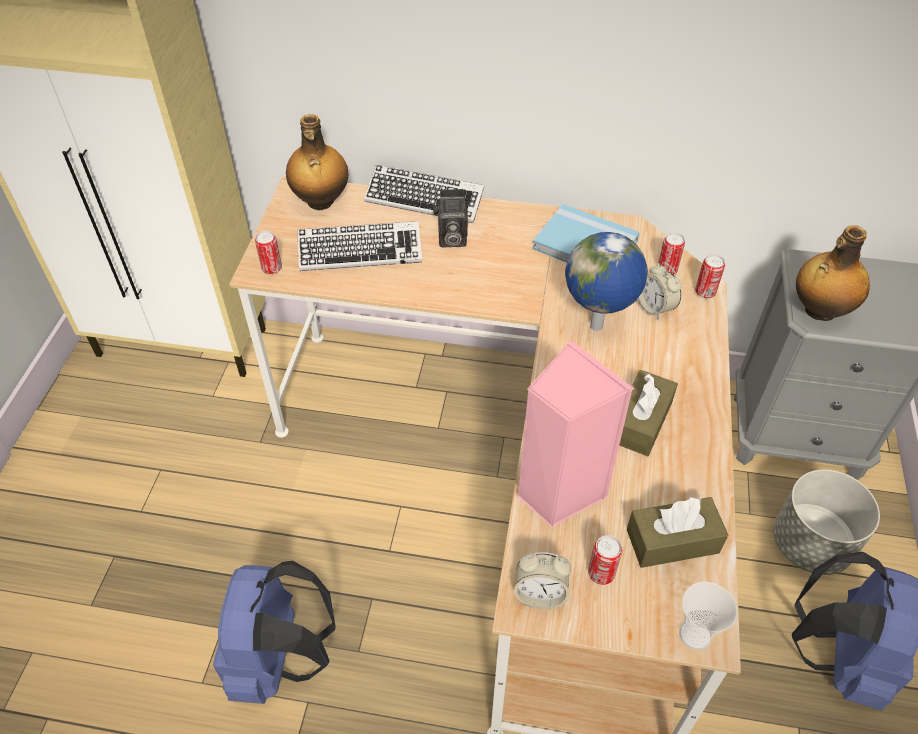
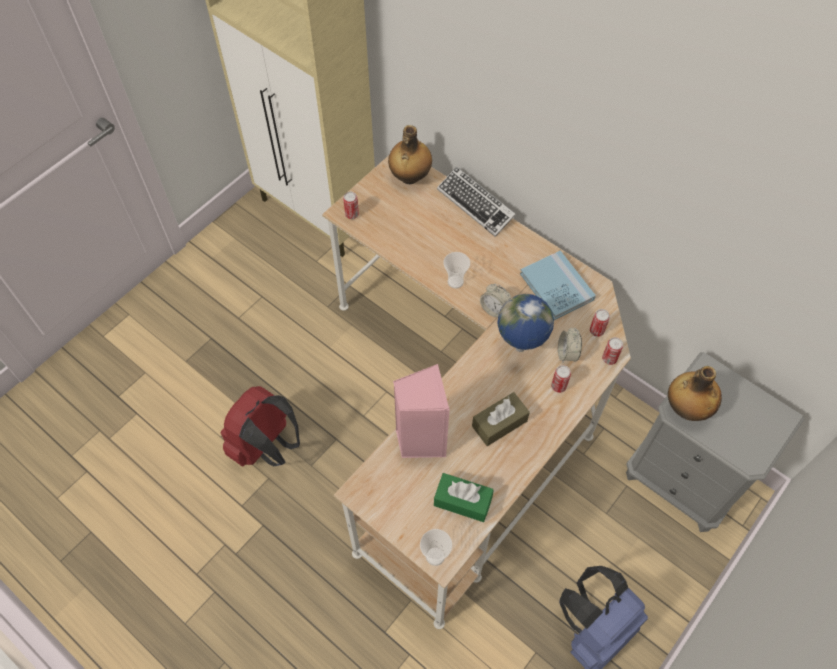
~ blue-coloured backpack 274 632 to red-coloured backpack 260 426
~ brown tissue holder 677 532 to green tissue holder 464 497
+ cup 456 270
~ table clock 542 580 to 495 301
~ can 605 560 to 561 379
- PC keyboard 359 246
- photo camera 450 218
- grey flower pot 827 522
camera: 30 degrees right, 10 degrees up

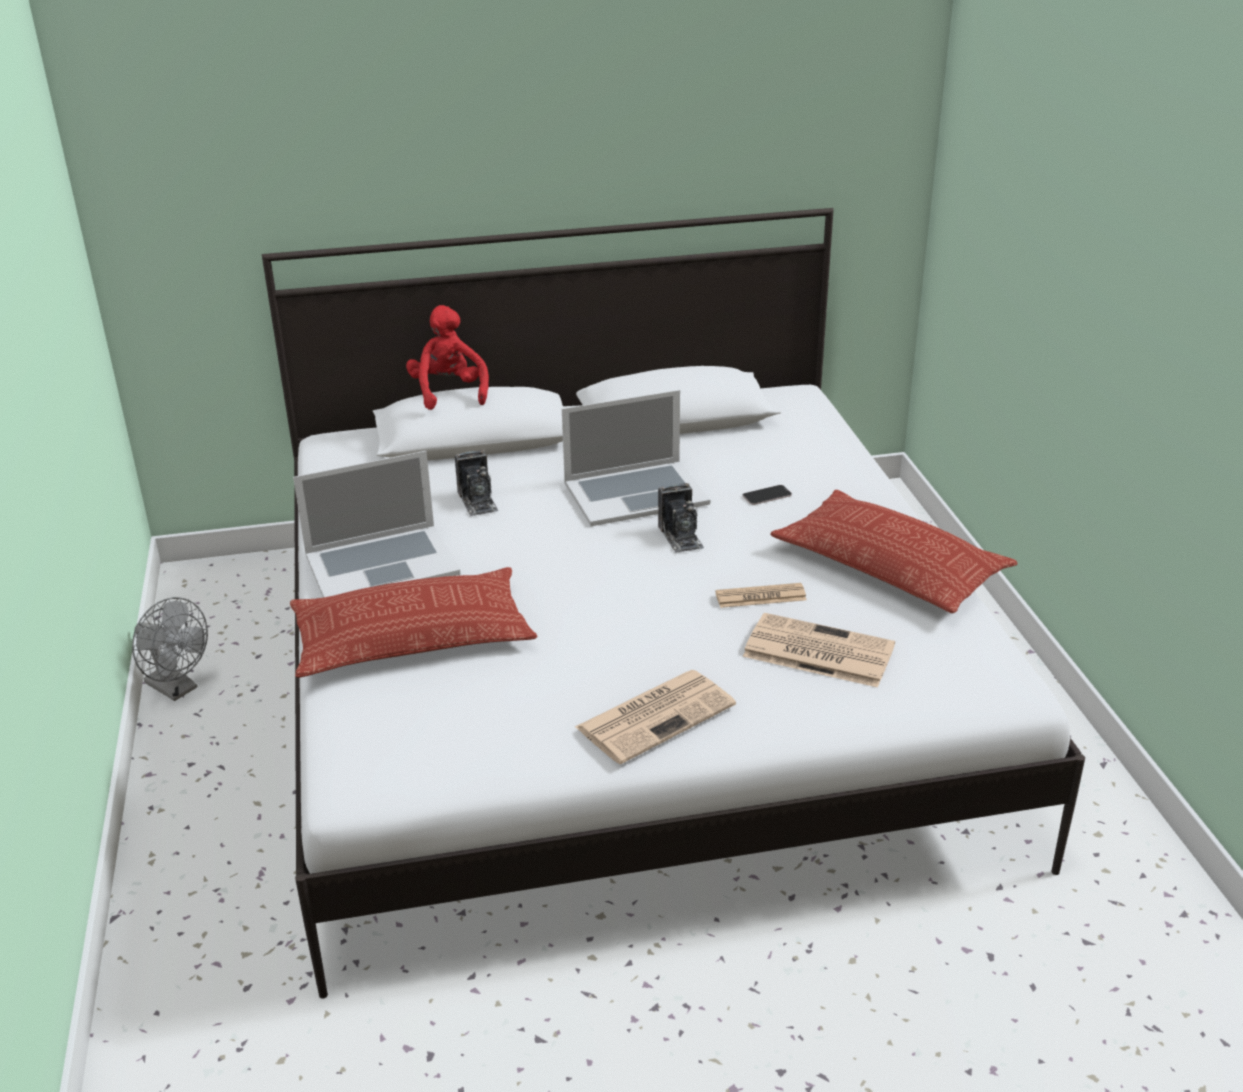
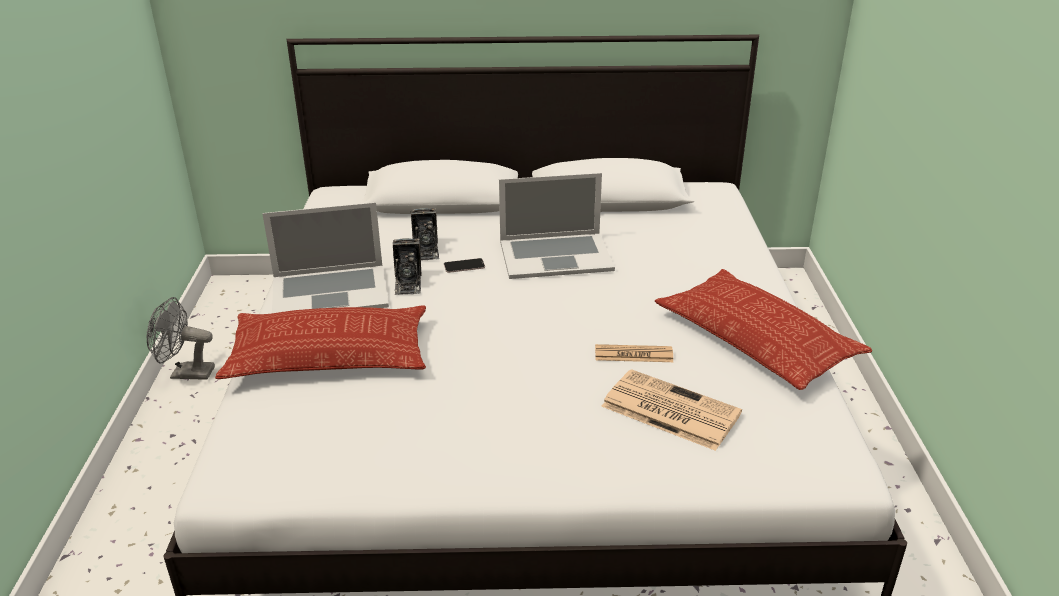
~ grey electric fan 170 649 = 181 338 135 degrees clockwise
~ photo camera 681 518 to 407 266
~ phone 767 495 to 464 265
- red-coloured plush toy 447 357
- printed paper 655 717
camera: 10 degrees right, 0 degrees up

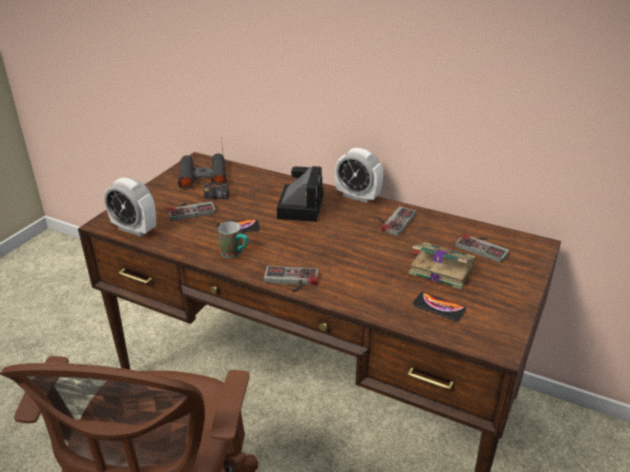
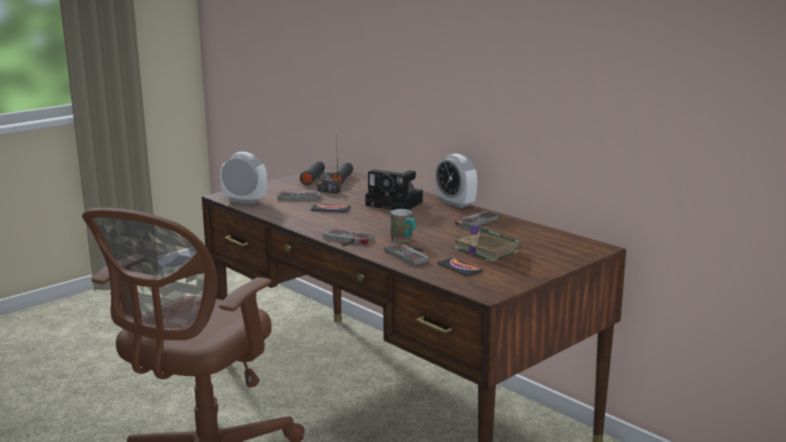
~ table clock 130 207 = 243 178 150 degrees clockwise
~ photo camera 300 194 = 394 189 90 degrees clockwise
~ joypad 482 248 to 407 254
~ mug 233 239 to 403 225
camera: 20 degrees right, 15 degrees down

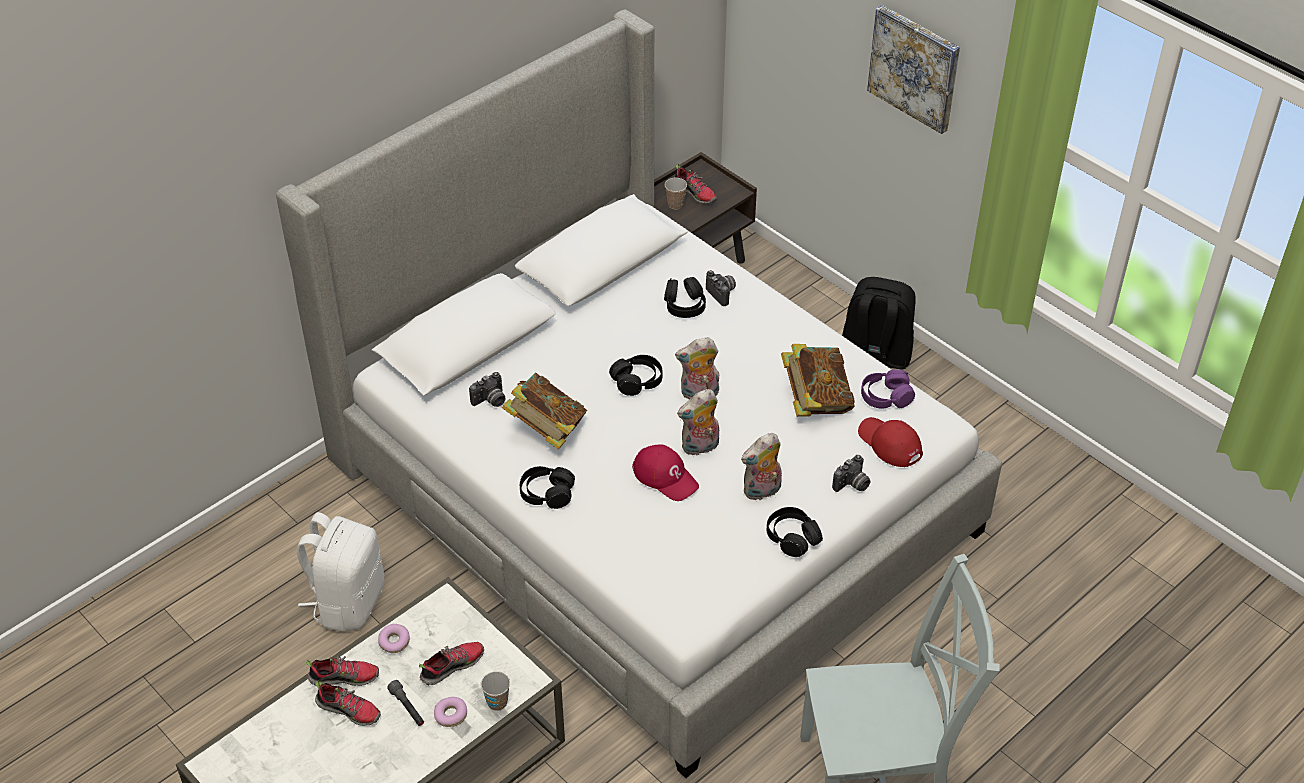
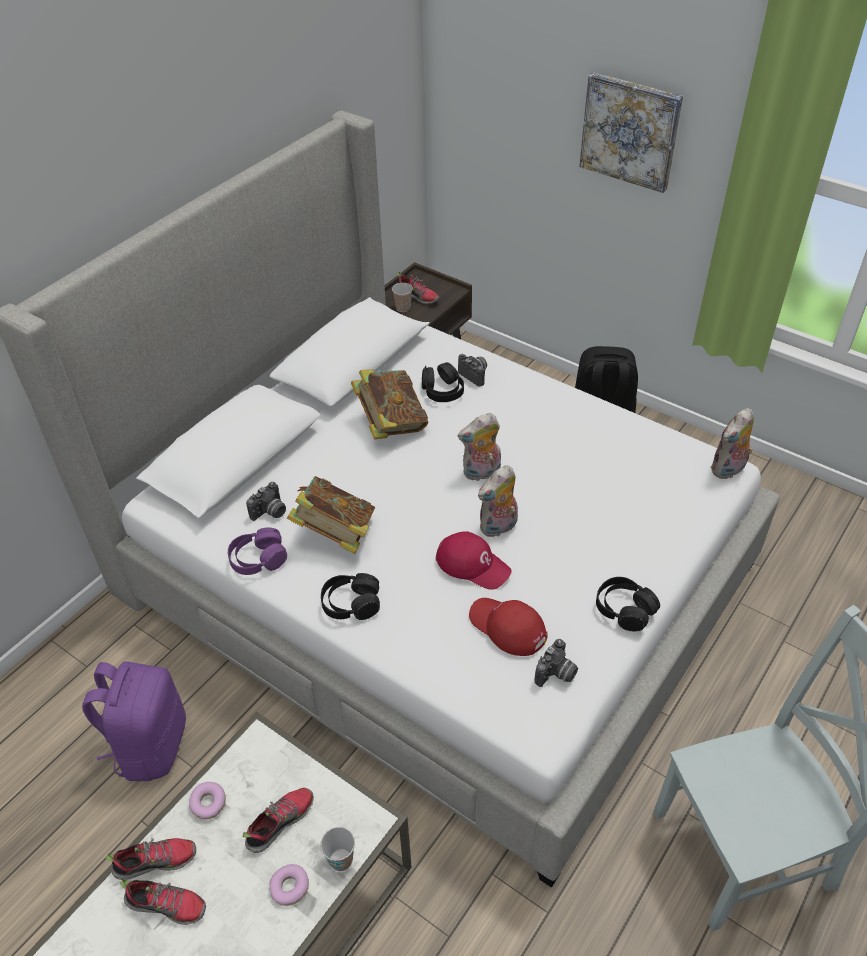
~ whitish backpack 340 571 to purplish backpack 134 721
~ purplish pair of headphones 888 389 to 257 551
~ bound book 818 380 to 389 404
~ red-coloured peaked cap 890 442 to 508 627
~ photo camera 851 473 to 556 663
~ plush toy 761 466 to 732 443
- grey torch 405 703
- blackish pair of headphones 636 375
camera: 10 degrees left, 0 degrees up

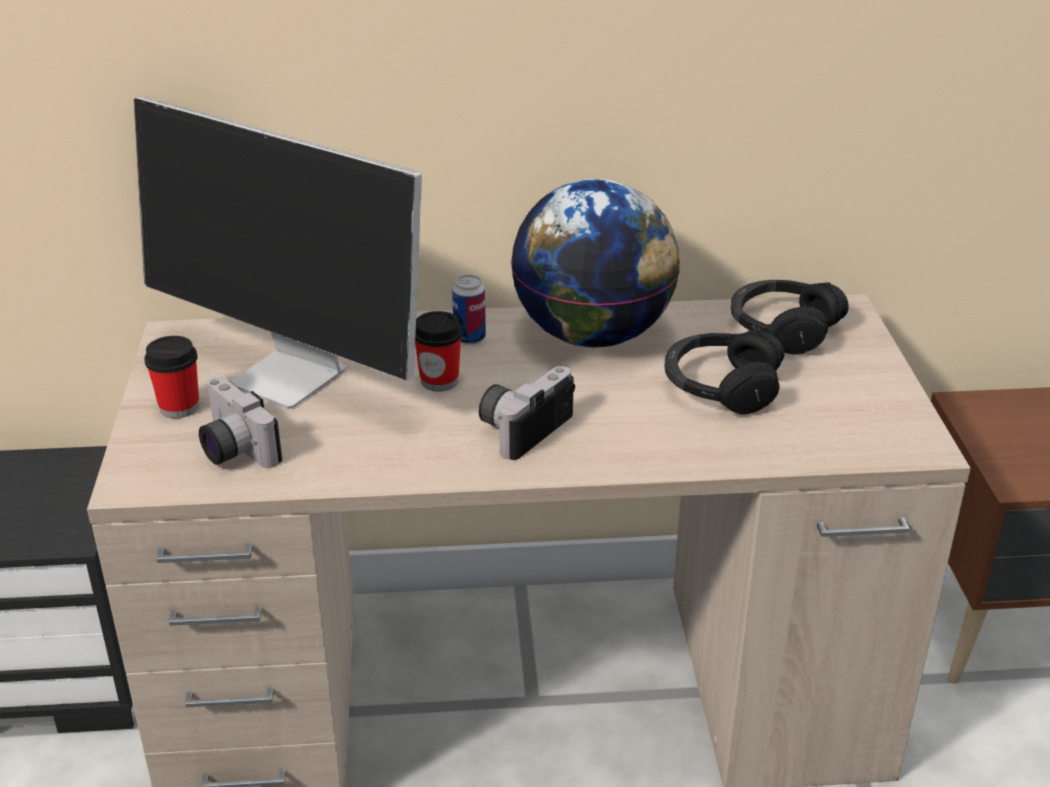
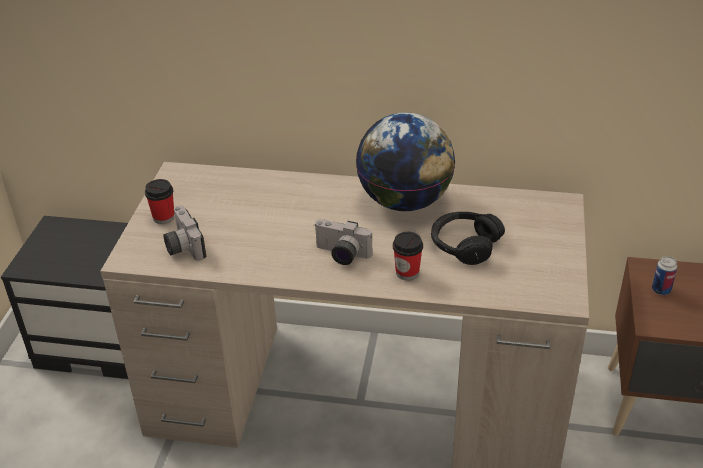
~ photo camera 527 413 = 343 242 120 degrees counterclockwise
~ cup 438 351 to 408 256
~ can 469 310 to 664 275
- monitor 278 253
- blackish pair of headphones 789 317
camera: 15 degrees right, 5 degrees up

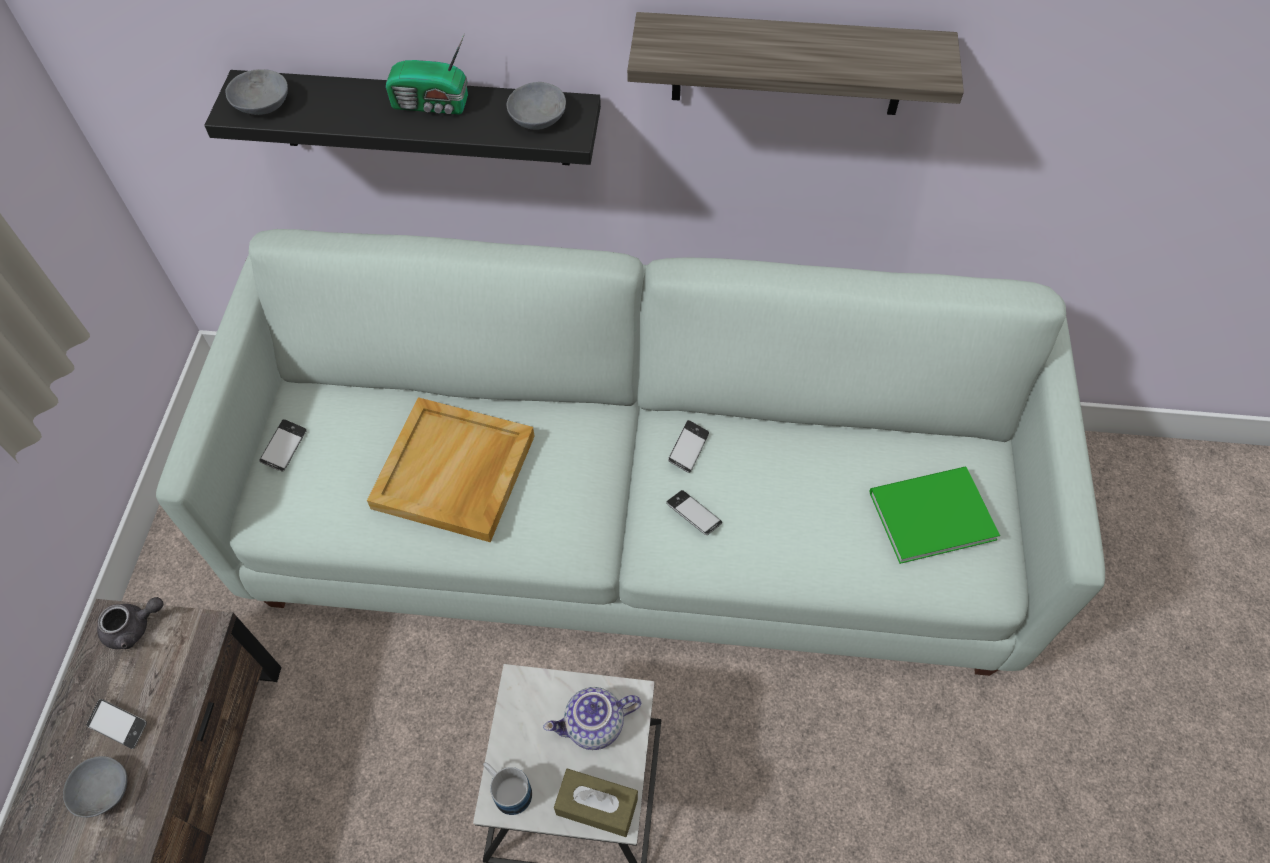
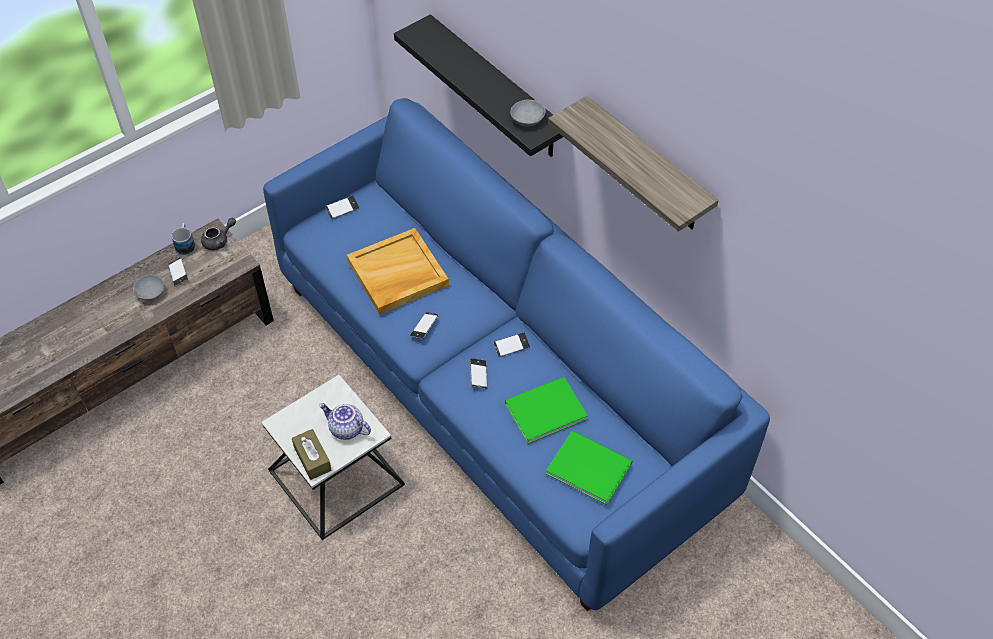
~ mug 507 788 to 183 239
~ grey pot for tea 130 623 = 218 234 60 degrees counterclockwise
~ whitish couch 630 452 to blue-coloured couch 516 355
+ phone 424 325
+ green bound book 546 410
- grey bowl 256 92
- radio receiver 427 73
camera: 45 degrees right, 5 degrees down

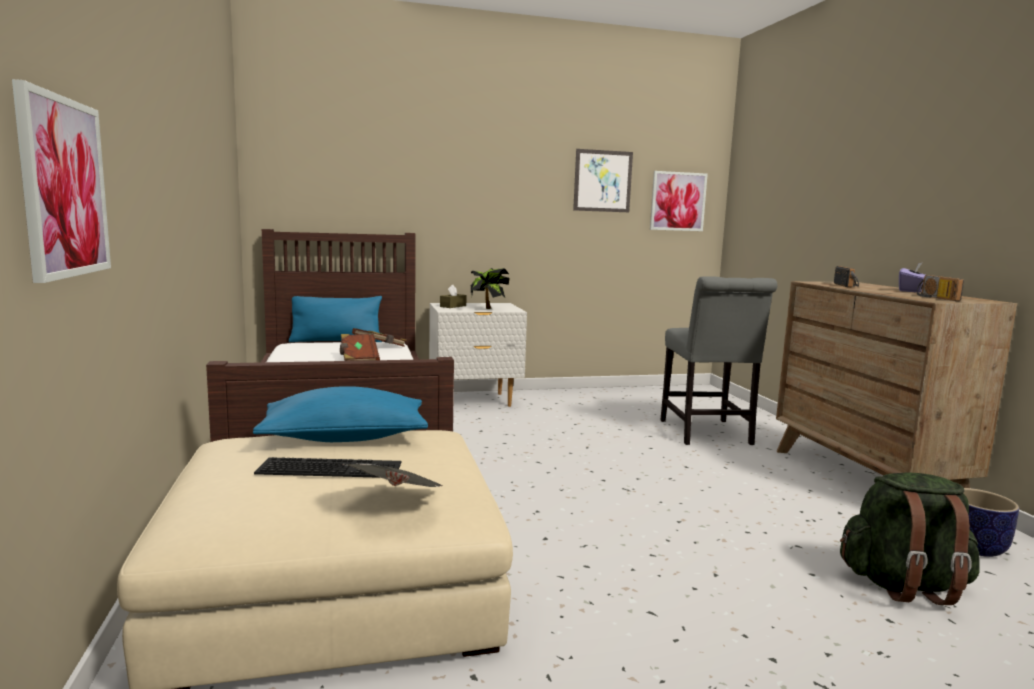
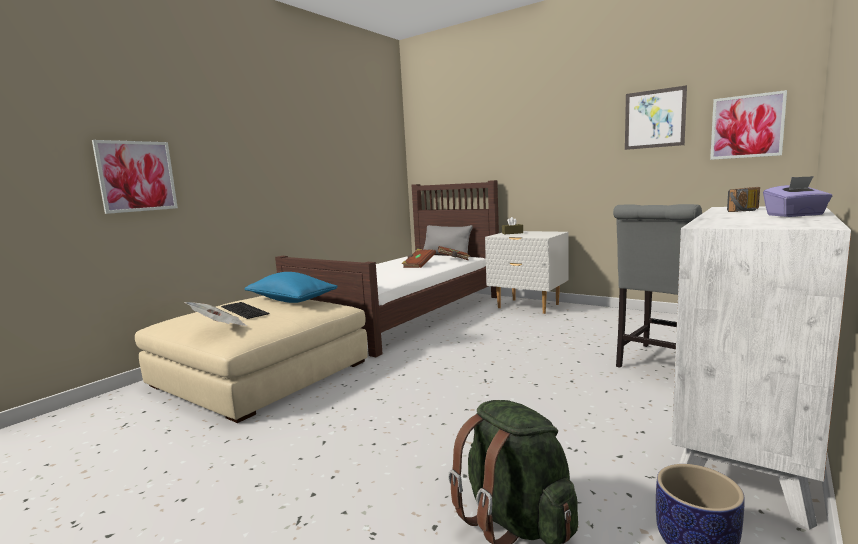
~ blue-coloured throw pillow 335 319 to grey throw pillow 448 240
~ brown chest of drawers 896 384 to whitish chest of drawers 761 368
- potted plant 490 288
- radio receiver 940 288
camera: 50 degrees right, 0 degrees up

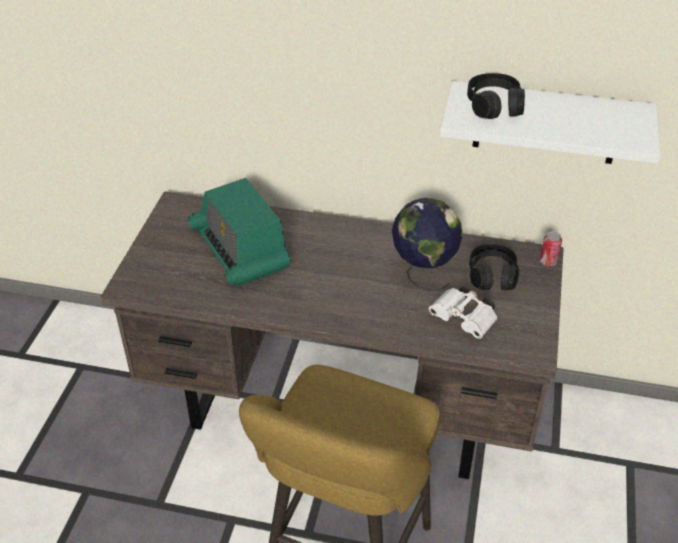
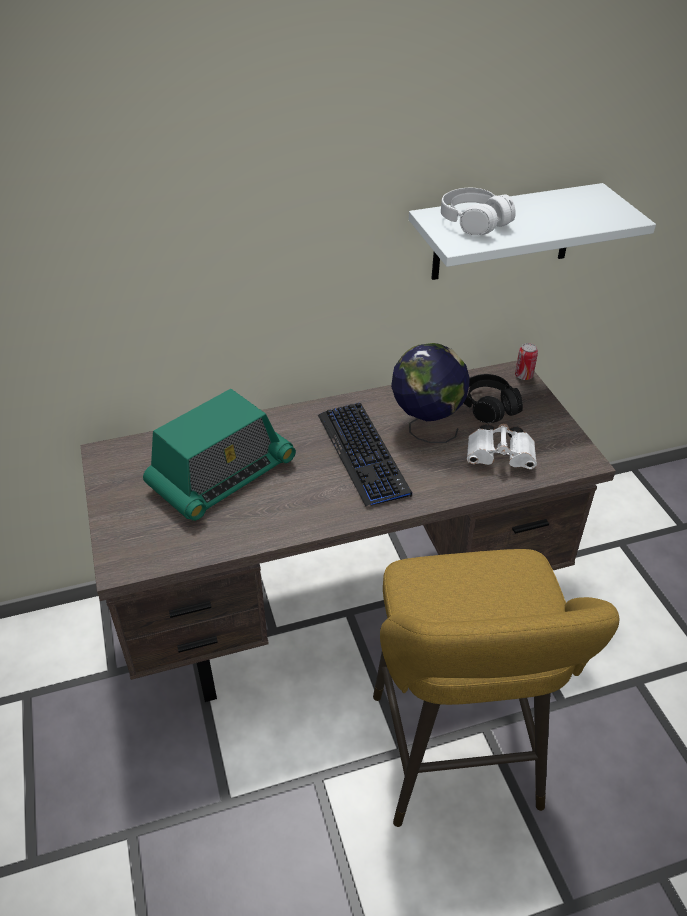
~ radio receiver 239 232 = 219 455 75 degrees counterclockwise
+ PC keyboard 365 454
~ blackish pair of headphones 496 96 to whitish pair of headphones 478 211
camera: 30 degrees left, 0 degrees up

